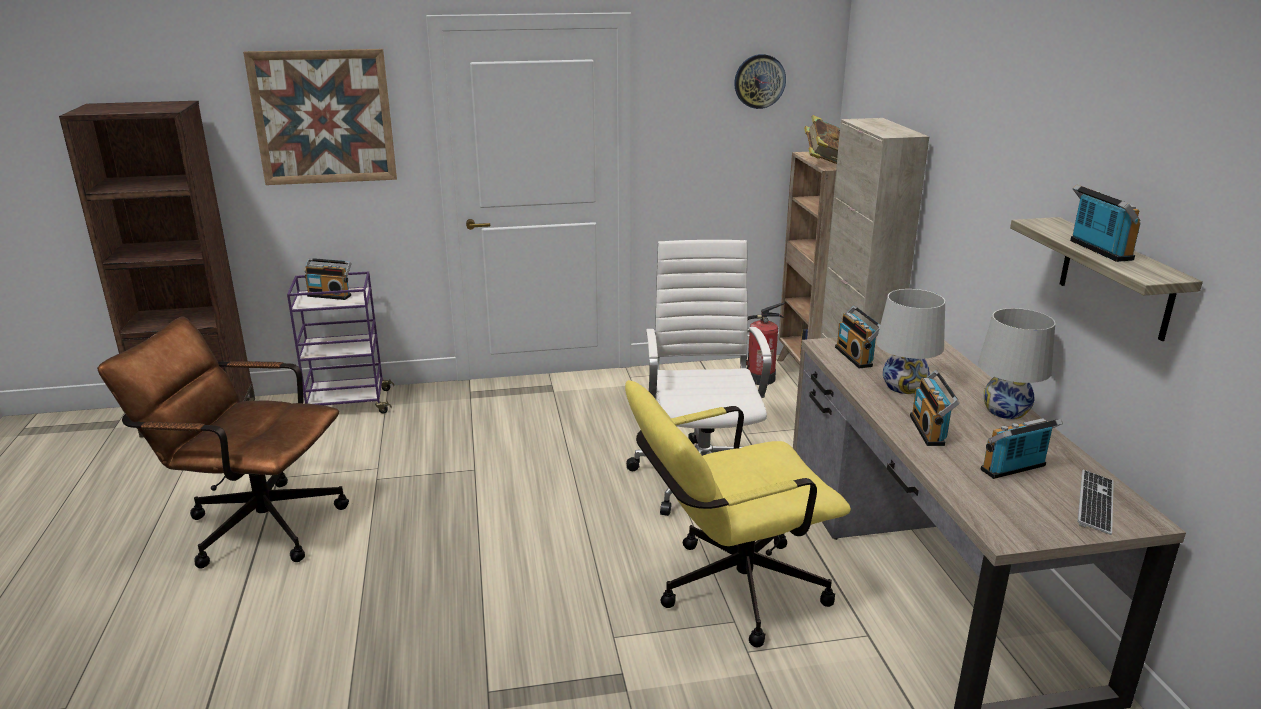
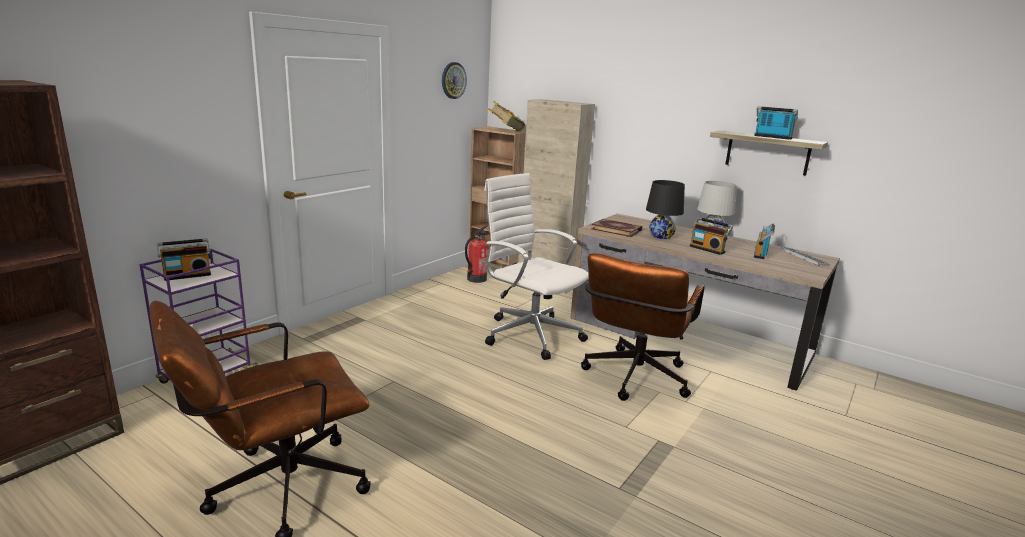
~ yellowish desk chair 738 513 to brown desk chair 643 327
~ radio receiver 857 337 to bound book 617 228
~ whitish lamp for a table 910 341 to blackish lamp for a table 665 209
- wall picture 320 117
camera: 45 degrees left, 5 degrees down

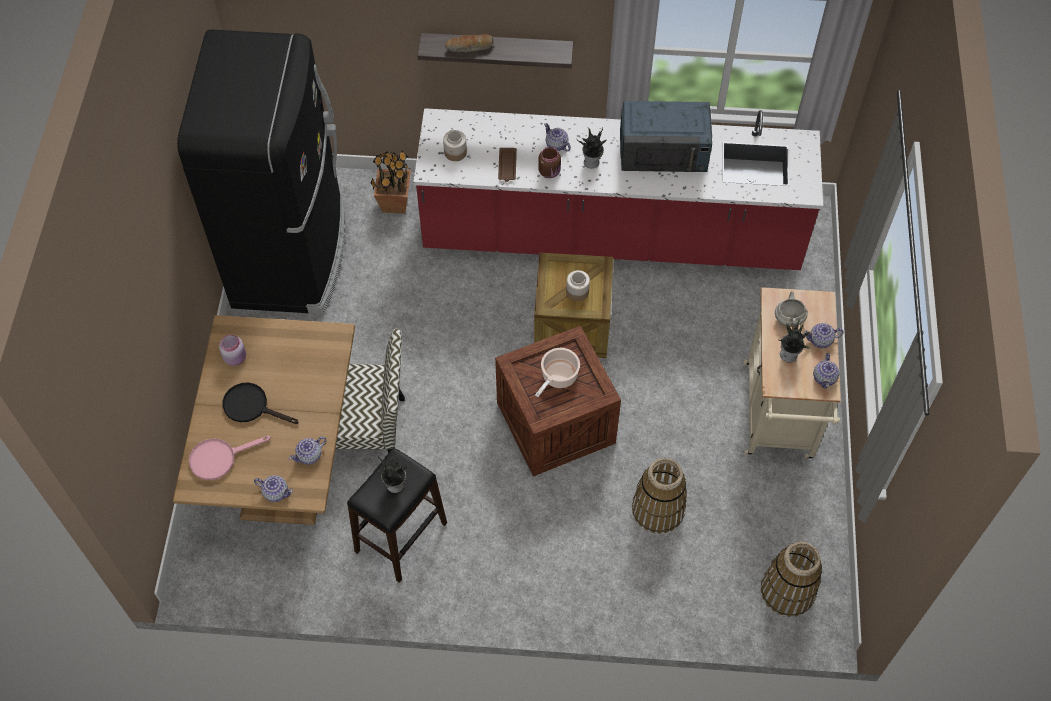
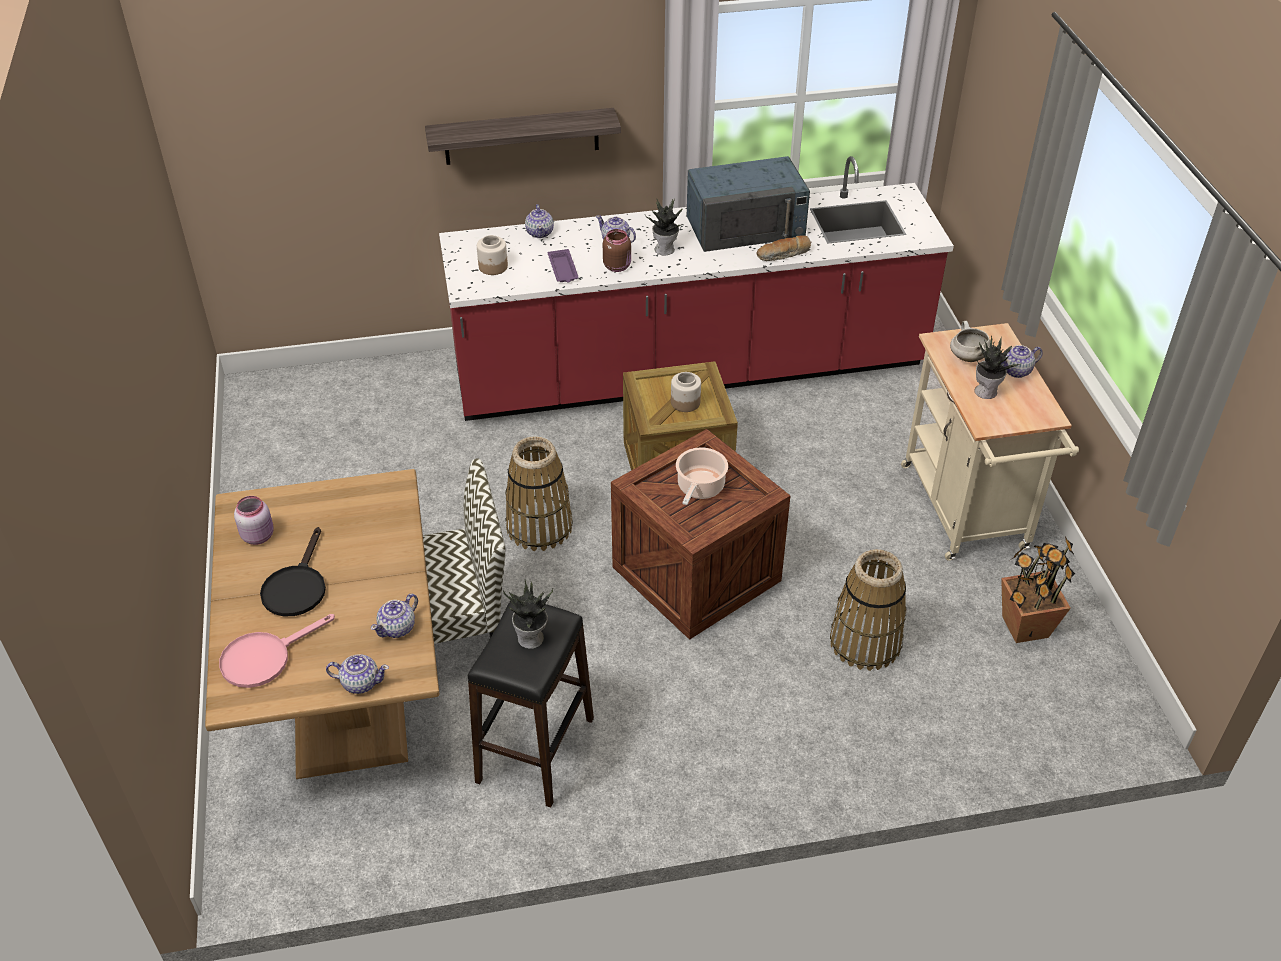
~ blackish pan 260 403 = 293 571 90 degrees counterclockwise
~ basket 791 579 to 539 493
~ pot for tea 826 371 to 539 221
~ brown carrying tray 507 165 to purplish carrying tray 563 265
~ baked bread 469 43 to 784 248
~ potted plant 391 181 to 1038 589
- blackish fridge 261 171
camera: 15 degrees left, 15 degrees down

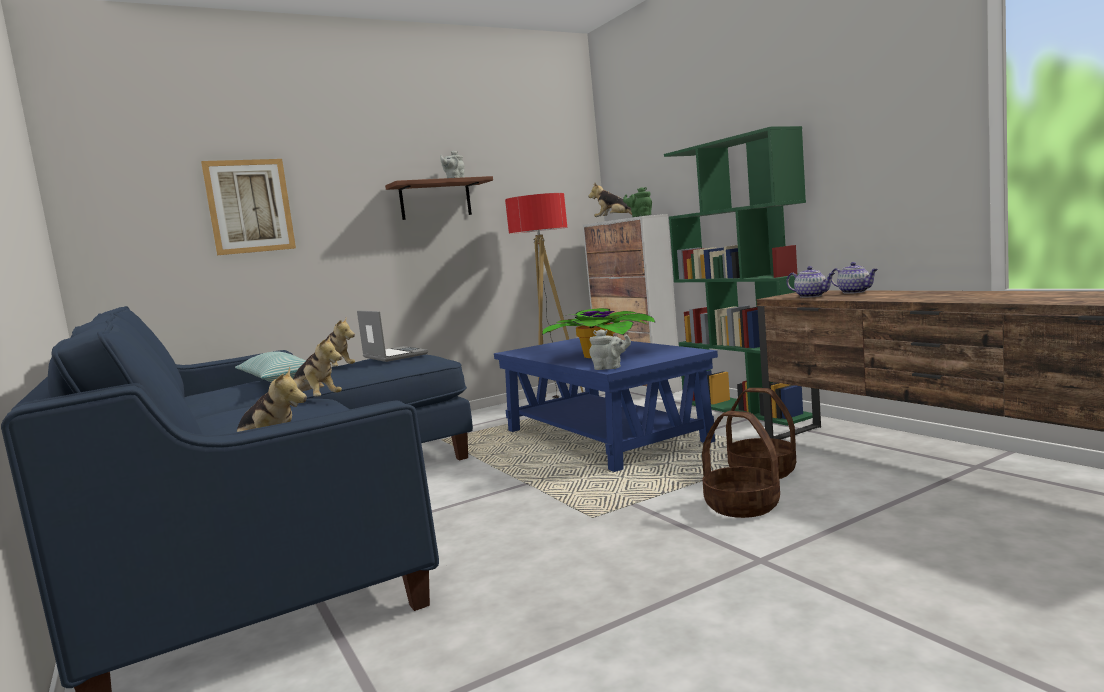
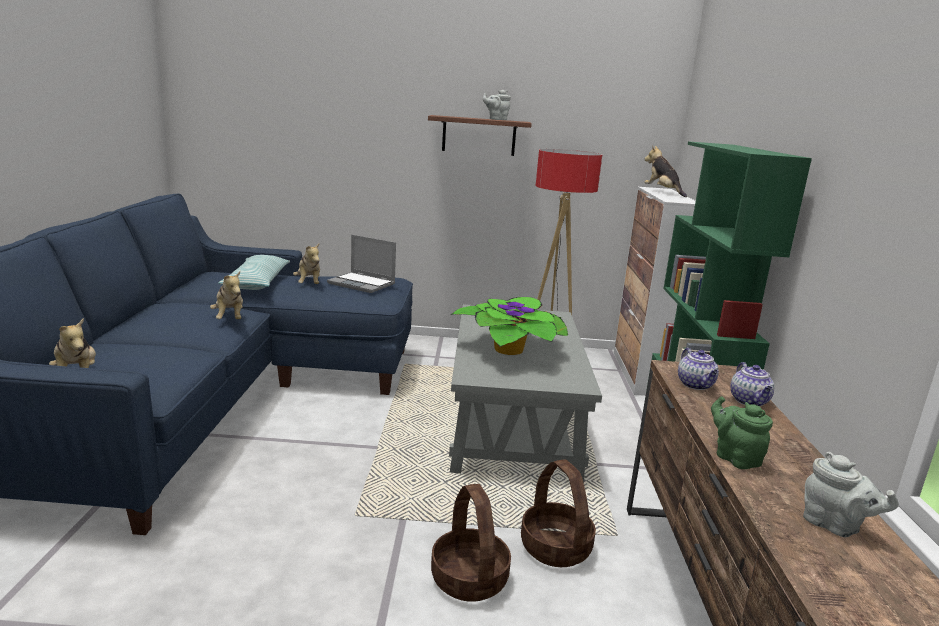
~ notebook computer 392 336 = 361 264 120 degrees clockwise
~ blue-coloured low table 606 405 to grey low table 525 393
~ green pot for tea 637 202 to 742 433
~ grey pot for tea 610 349 to 851 495
- wall picture 248 207
camera: 30 degrees right, 10 degrees up

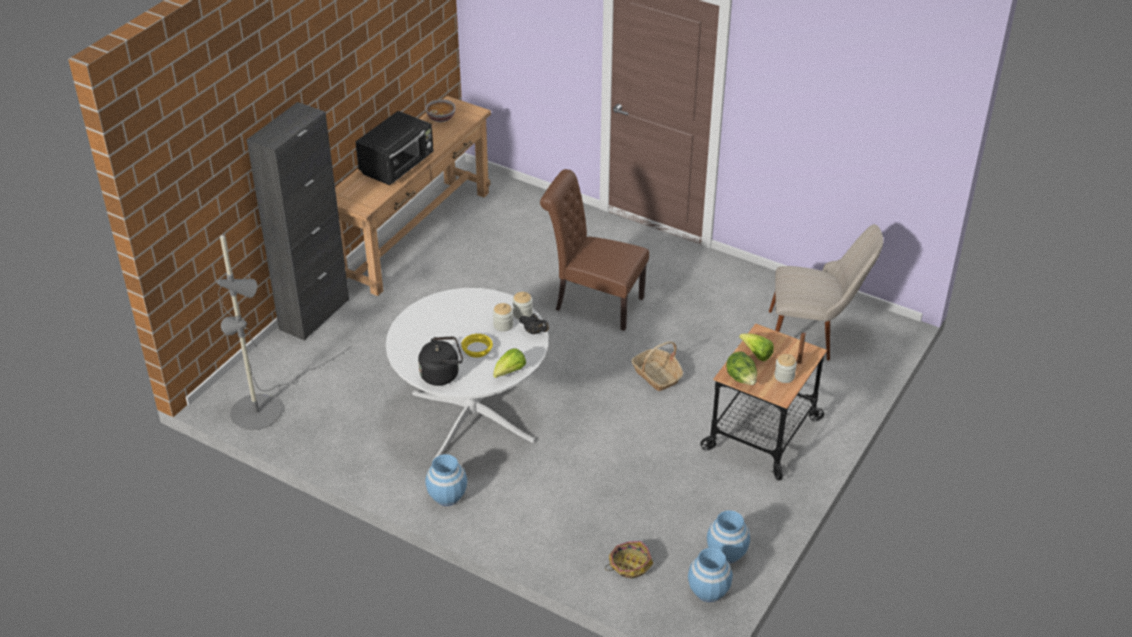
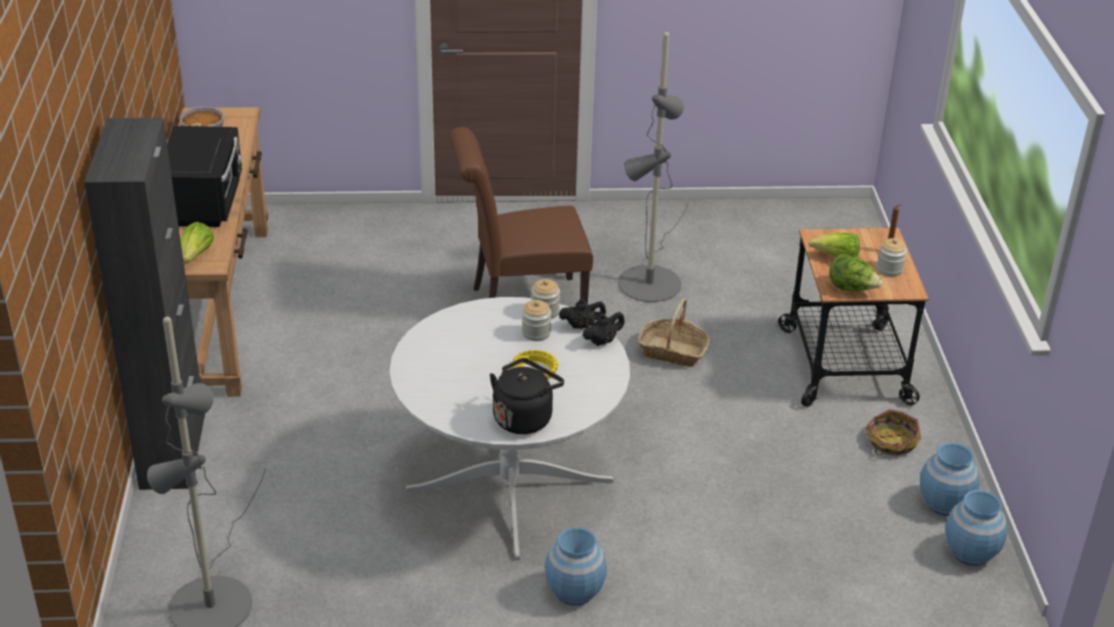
~ head of lettuce 509 363 to 197 242
+ blackish pot for tea 604 329
+ grey standard lamp 653 167
~ basket 629 560 to 893 432
- sand-coloured plain chair 826 292
camera: 35 degrees left, 5 degrees down

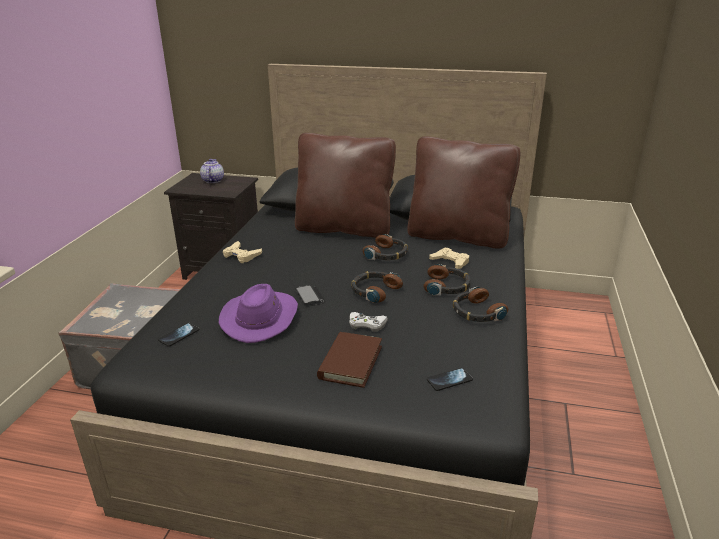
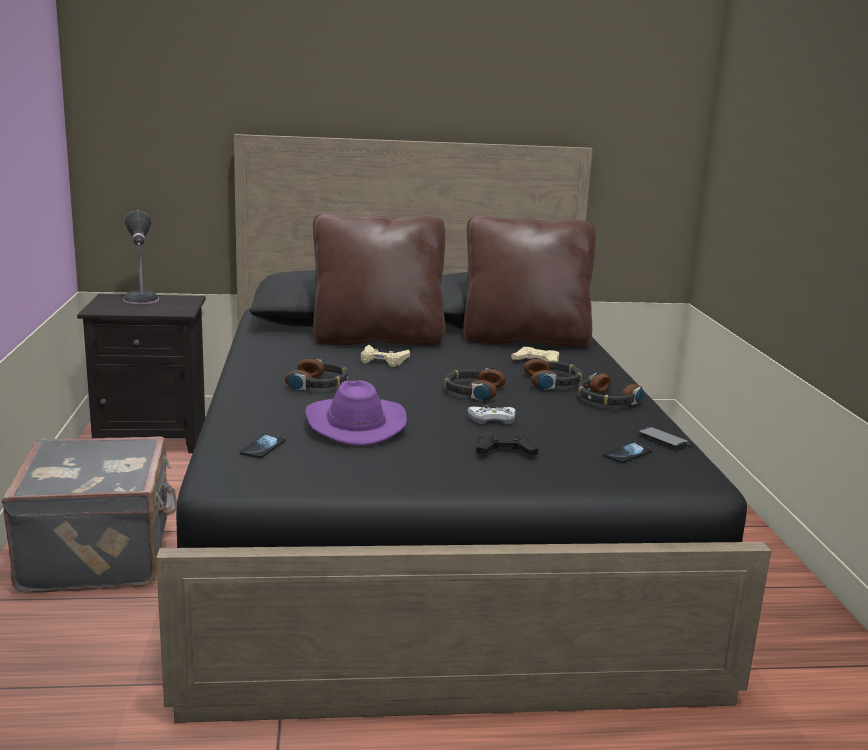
~ pot for tea 212 171 to lamp for a table 141 258
~ pair of headphones 385 247 to 316 374
~ sand-coloured joypad 242 252 to 385 356
~ brown bound book 349 360 to blackish joypad 507 444
~ phone 310 295 to 666 438
camera: 20 degrees left, 10 degrees down

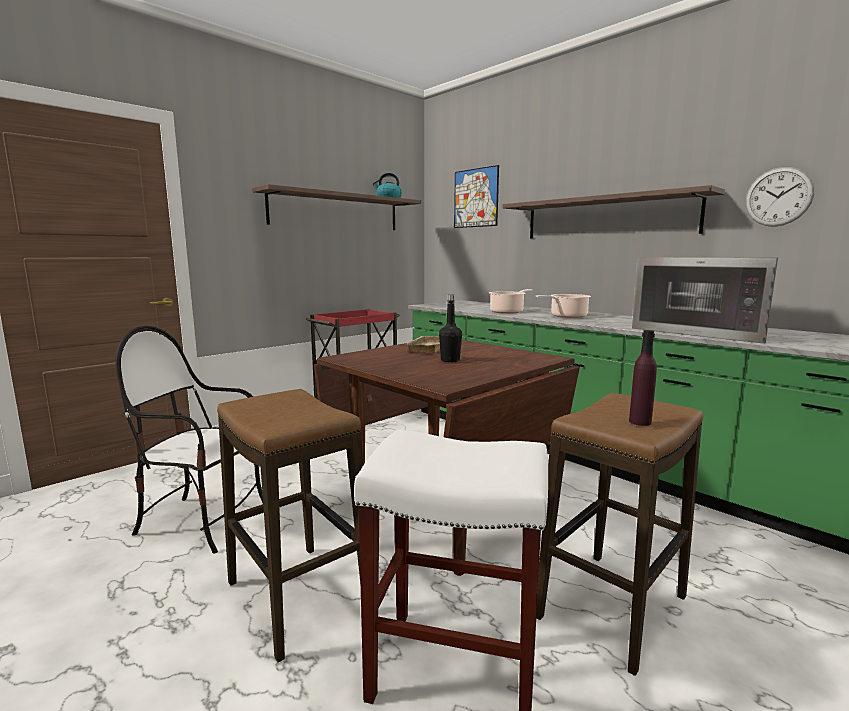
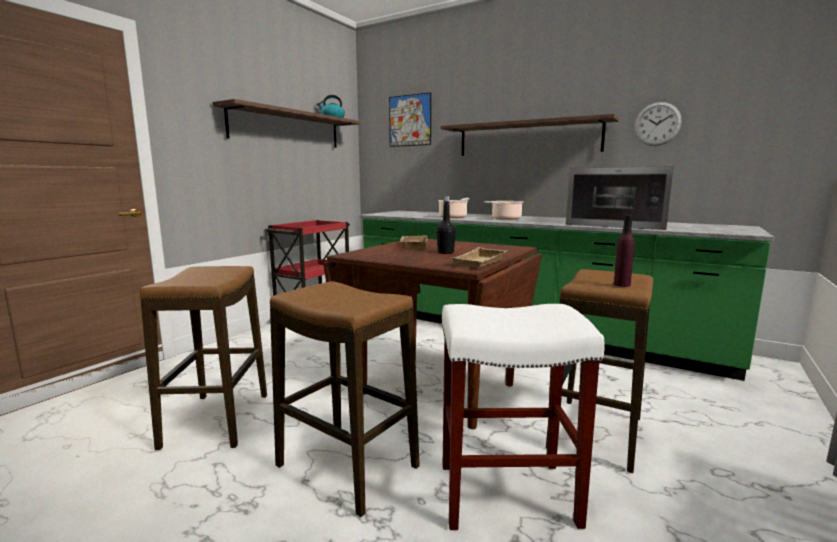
~ plain chair 189 440 to stool 203 358
+ sand-coloured carrying tray 478 257
camera: 15 degrees left, 0 degrees up

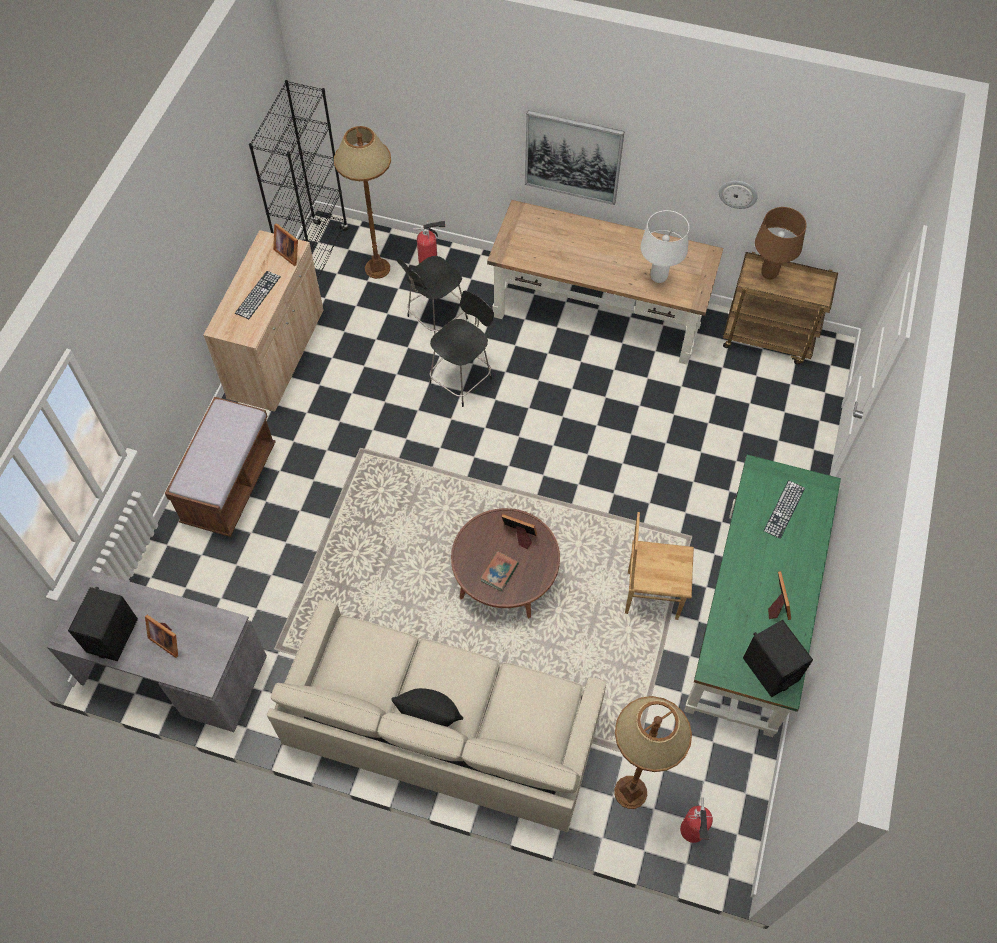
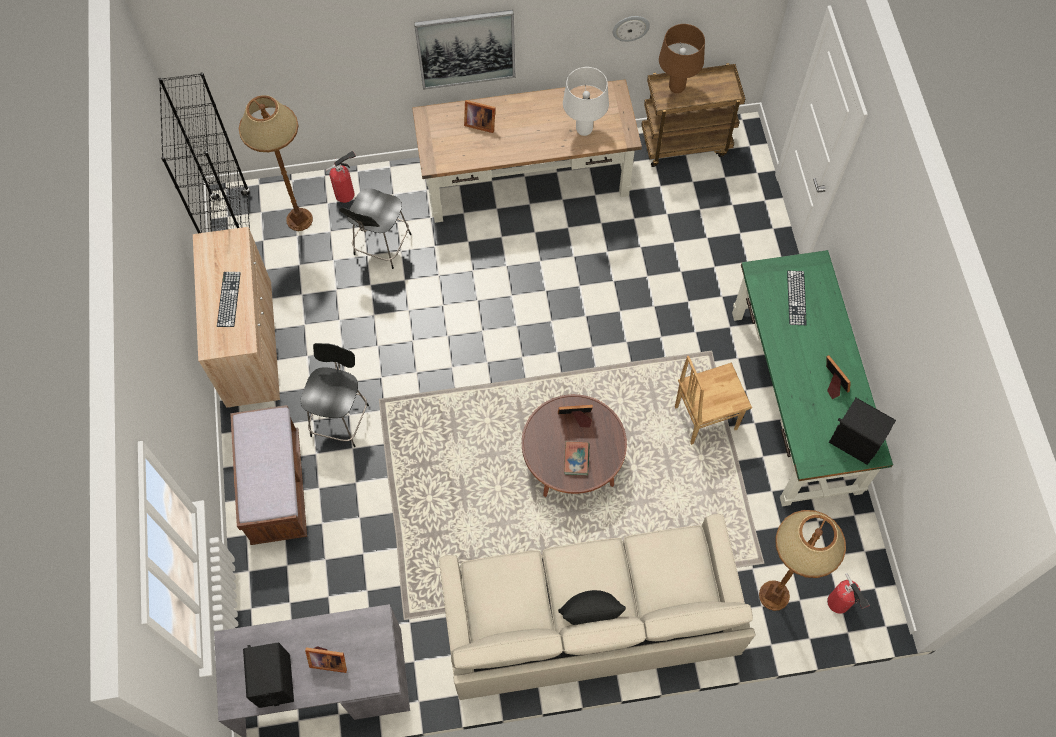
~ blackish plain chair 461 348 to 335 395
~ picture frame 285 244 to 480 116
camera: 25 degrees left, 5 degrees up

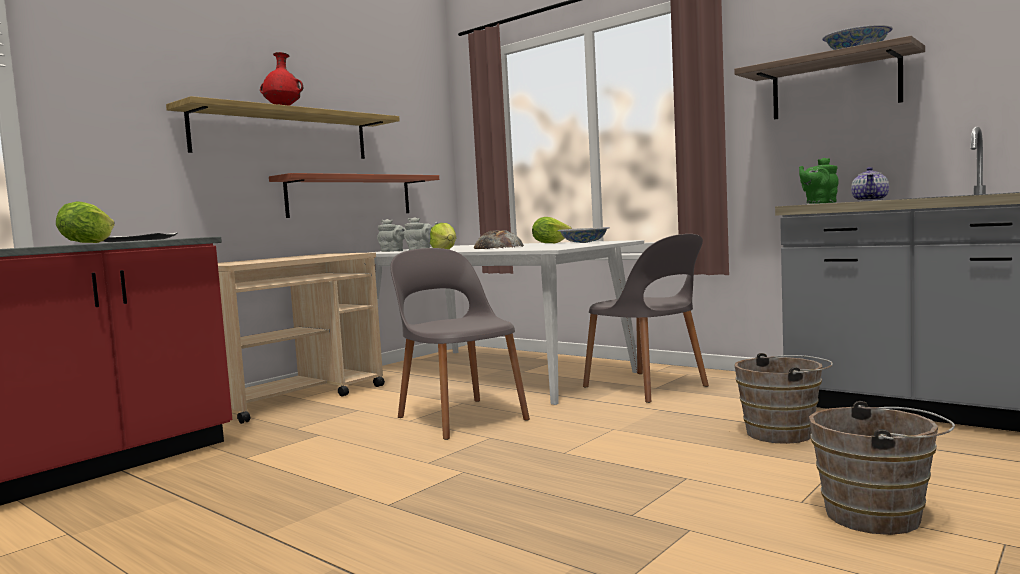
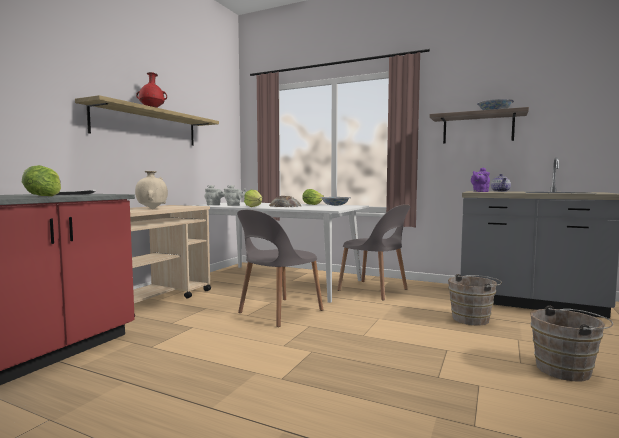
+ sand-coloured flower vase 151 190
~ grey plain chair 460 344 = 280 268 90 degrees counterclockwise
~ green pot for tea 819 180 to purplish pot for tea 480 180
- bracket shelf 354 195
camera: 15 degrees left, 0 degrees up

